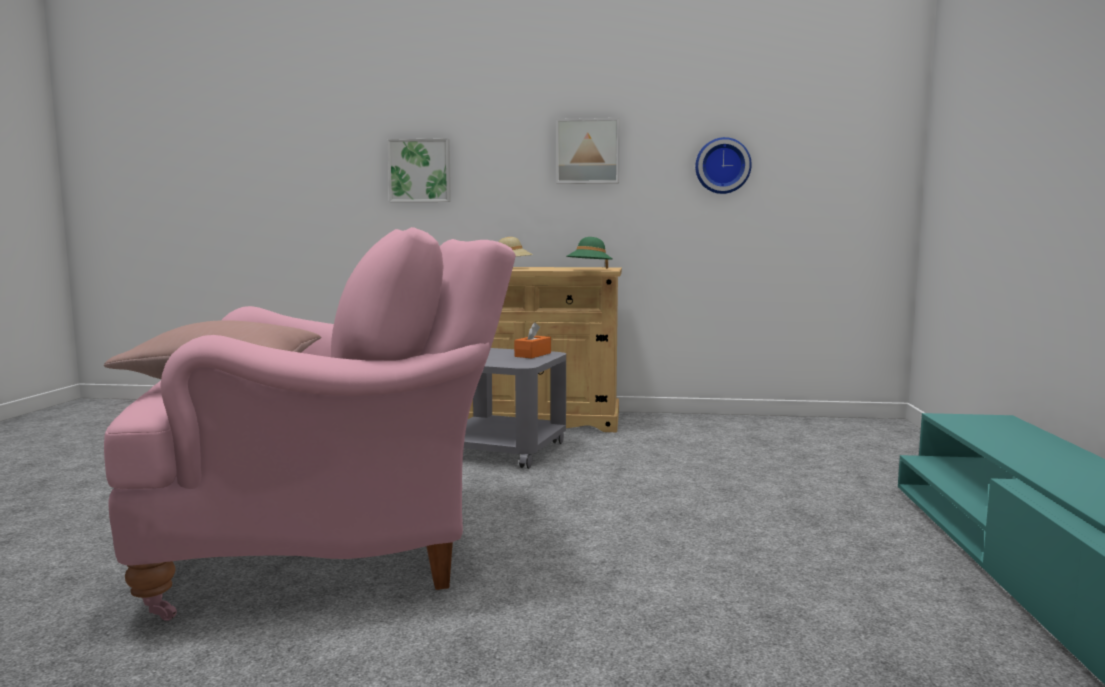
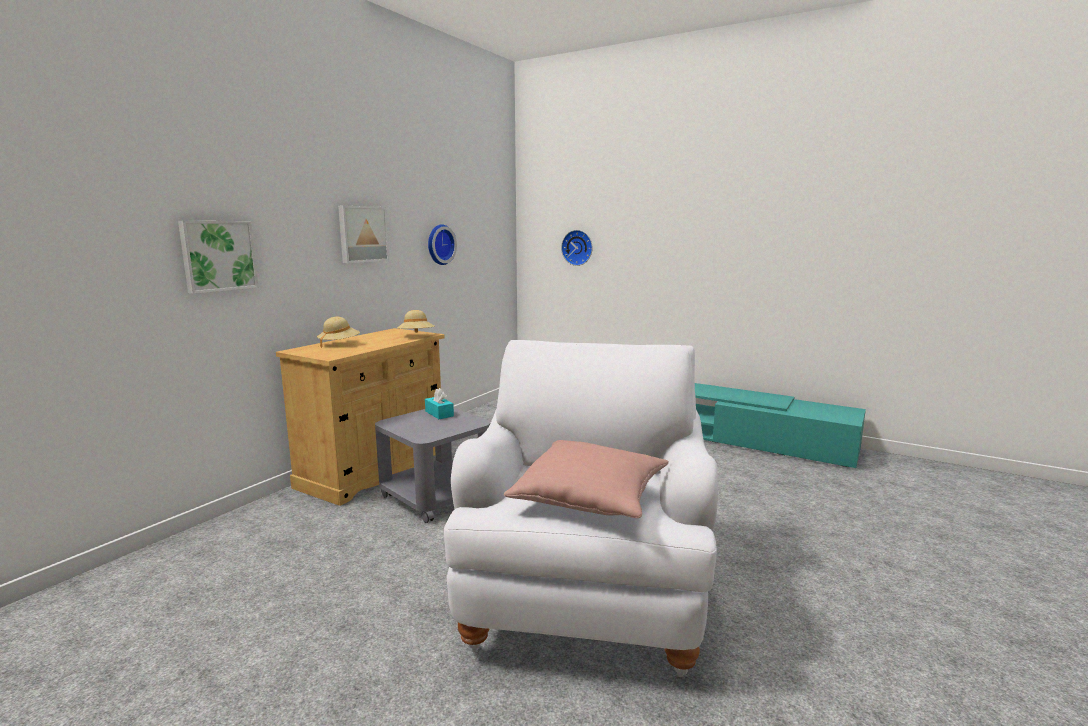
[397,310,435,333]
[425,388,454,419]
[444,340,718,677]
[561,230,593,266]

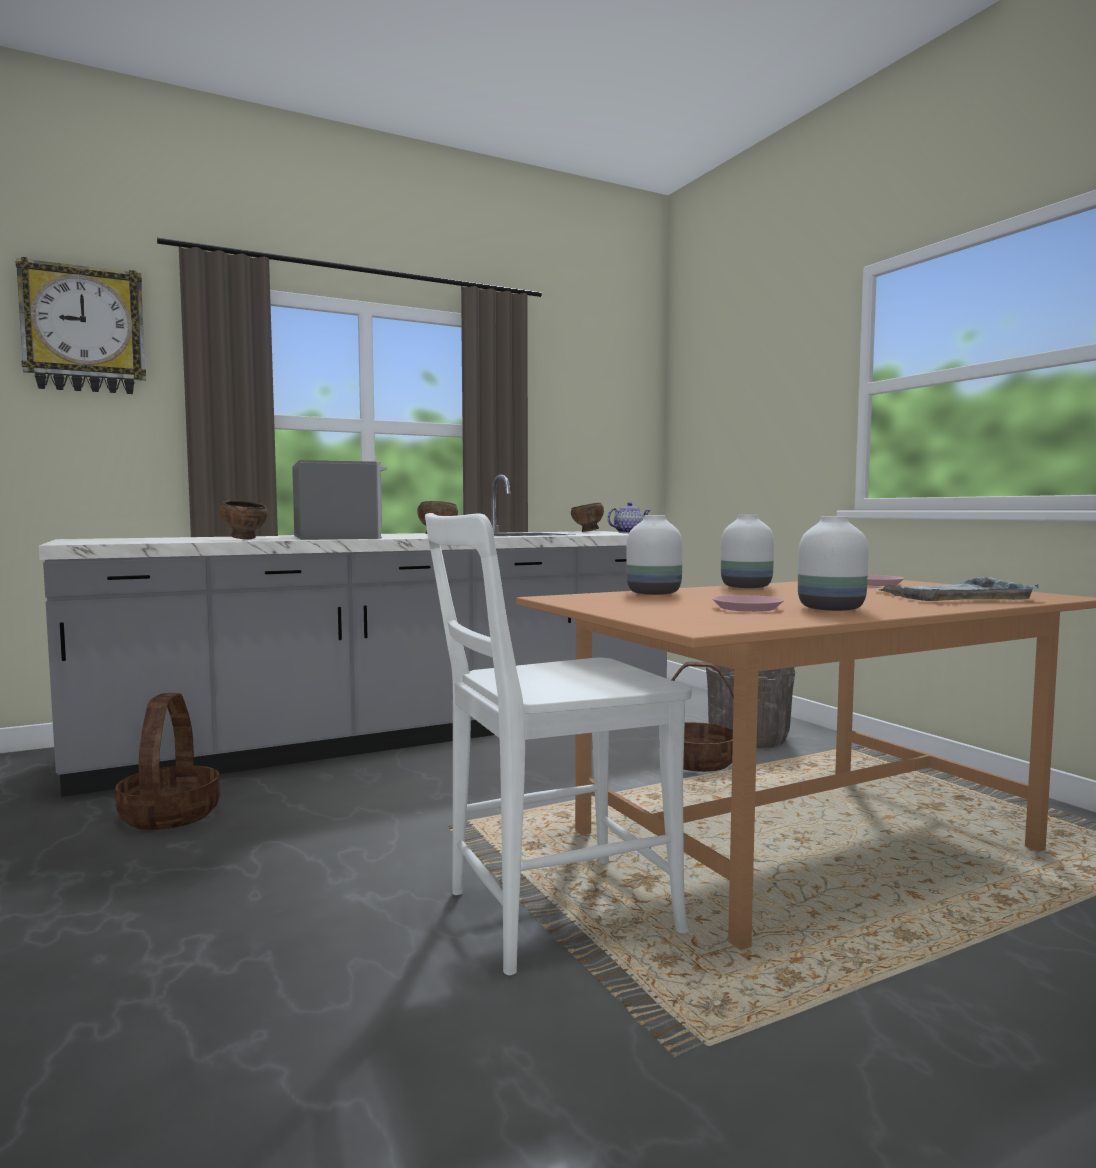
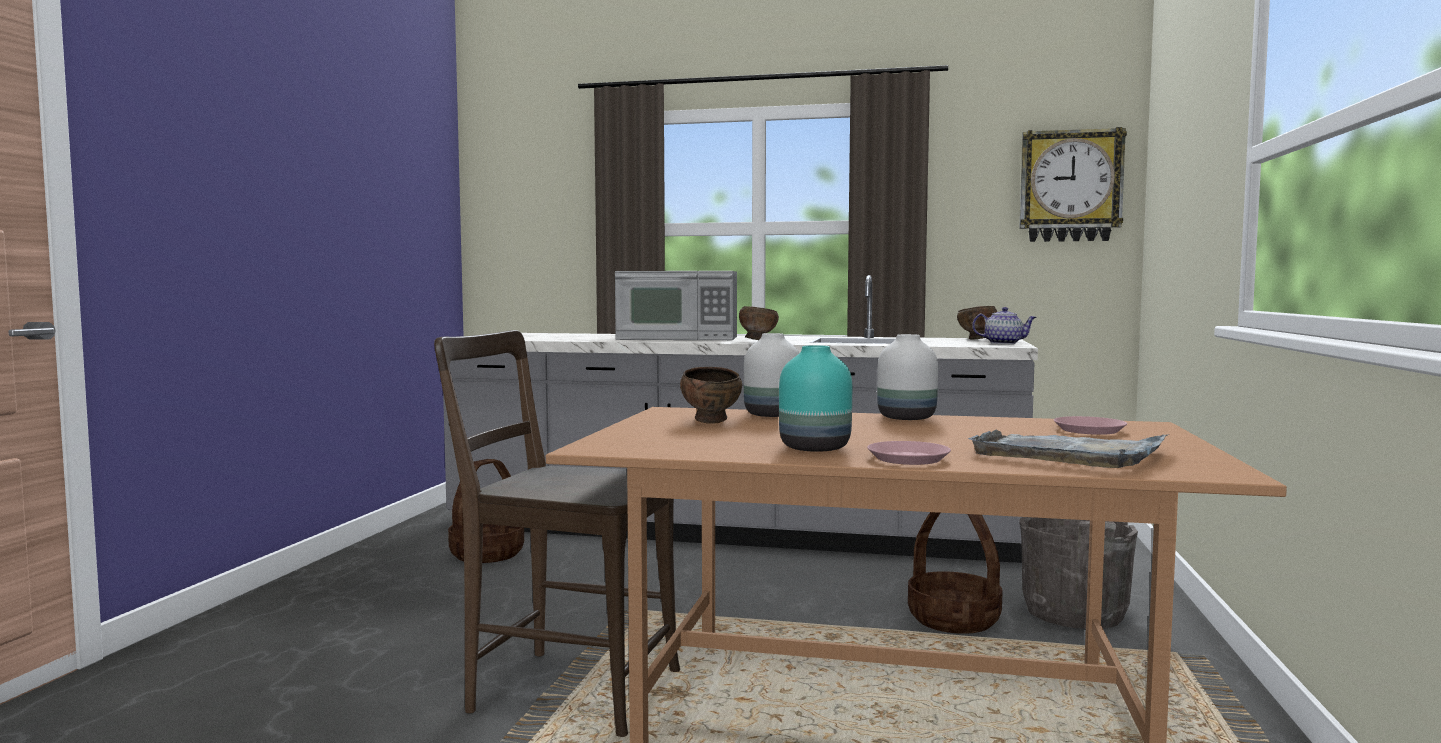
[434,330,680,737]
[615,271,737,340]
[680,367,742,424]
[779,345,852,452]
[867,441,951,465]
[1019,127,1127,242]

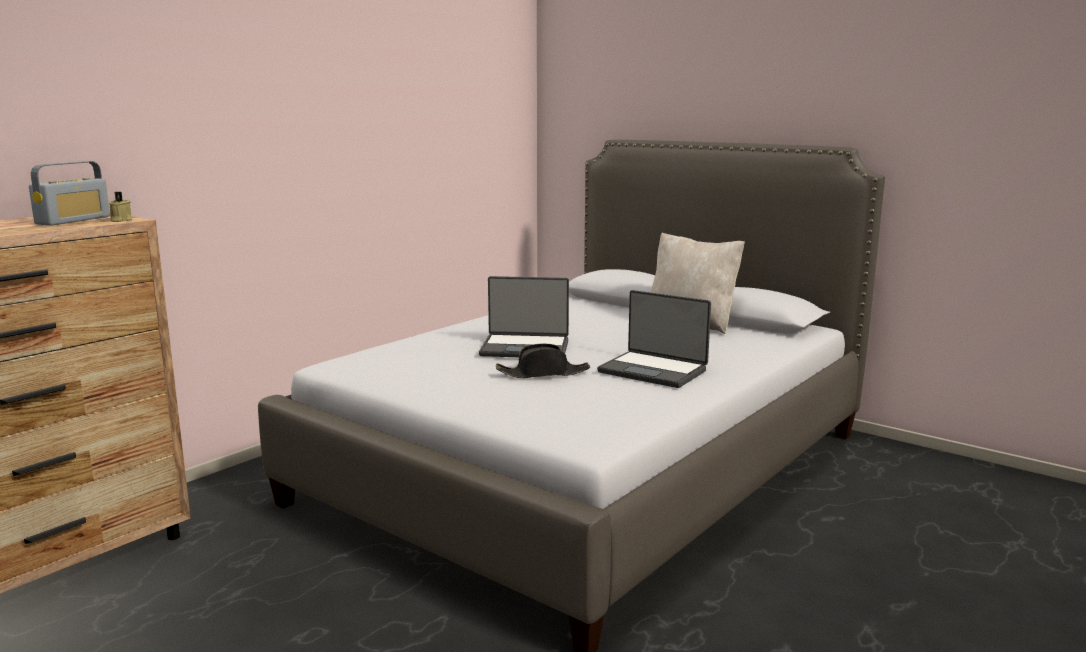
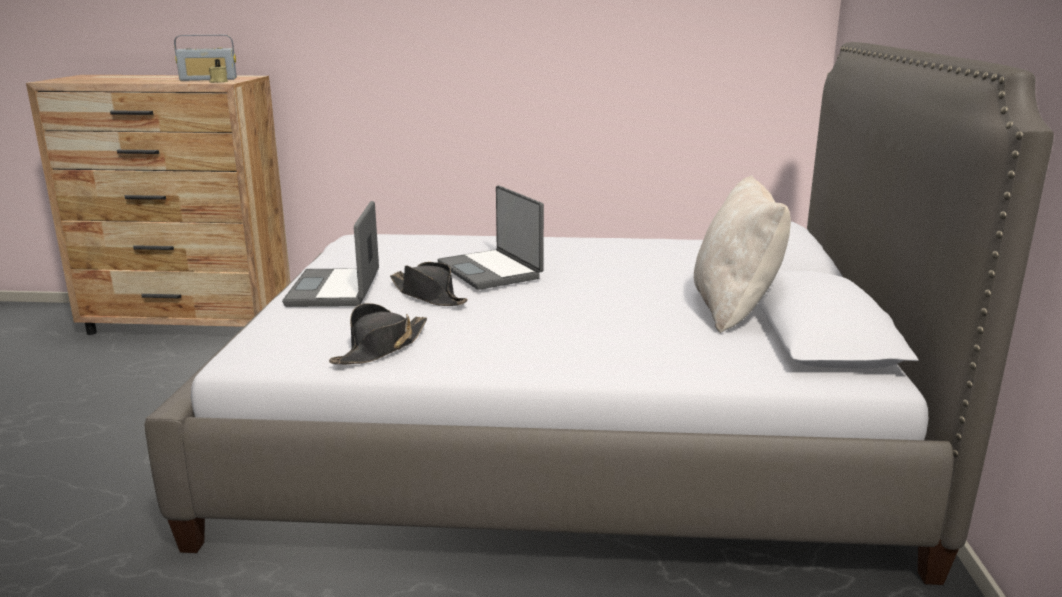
[282,201,379,307]
[329,303,427,364]

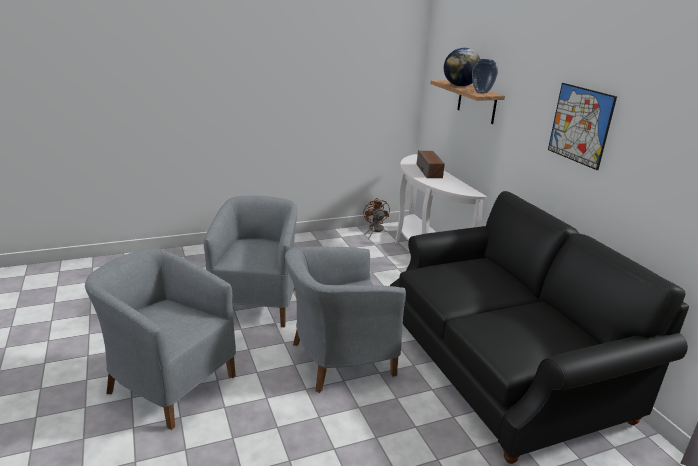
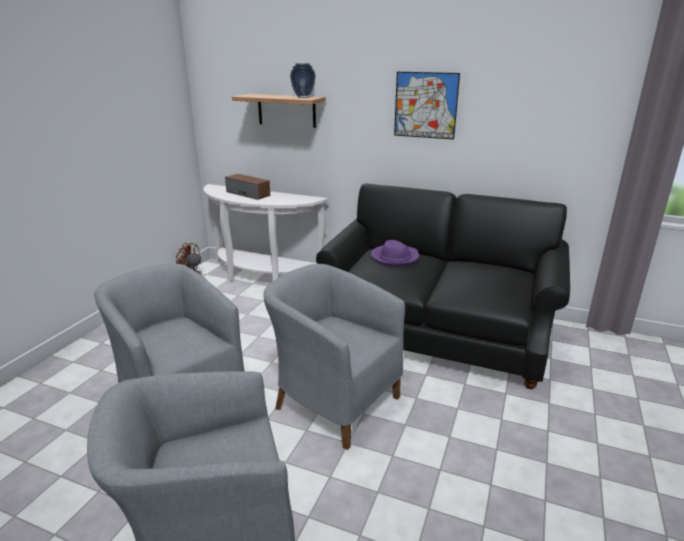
[263,264,405,450]
[371,240,419,267]
[444,48,480,87] (first image)

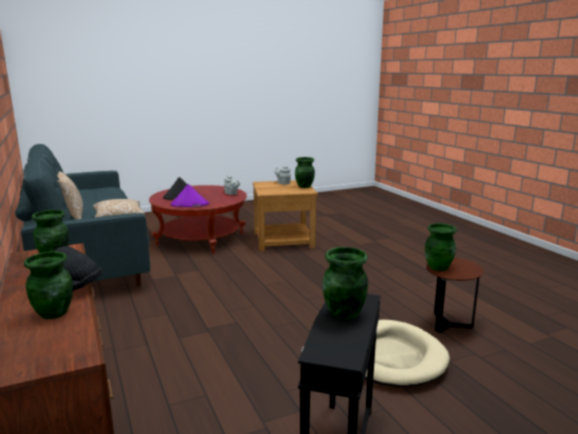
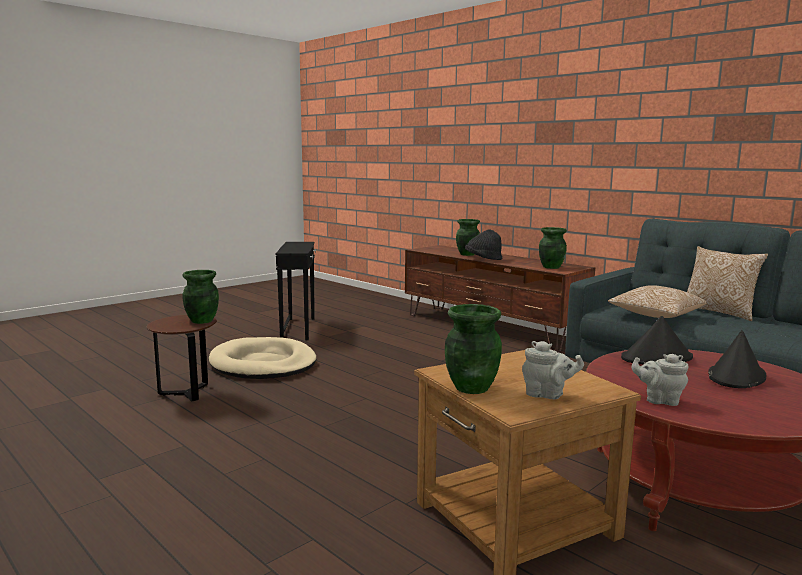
[621,316,693,364]
[322,247,368,320] (first image)

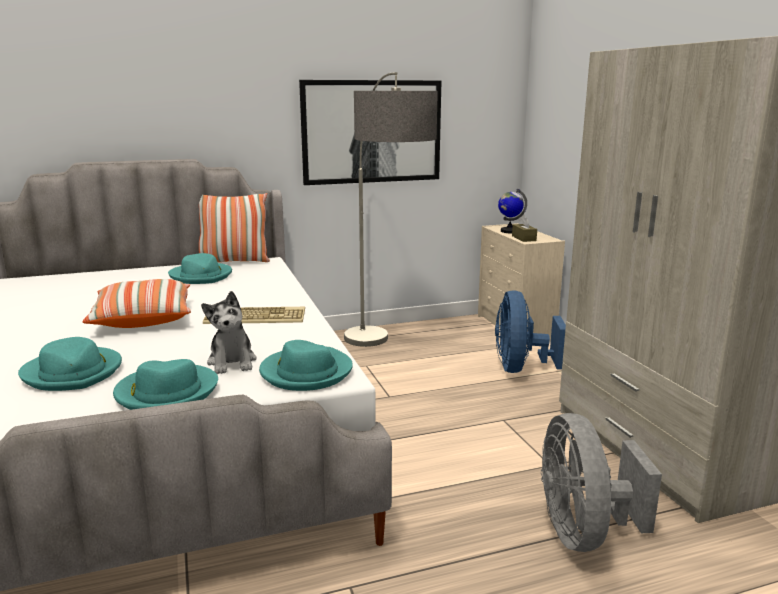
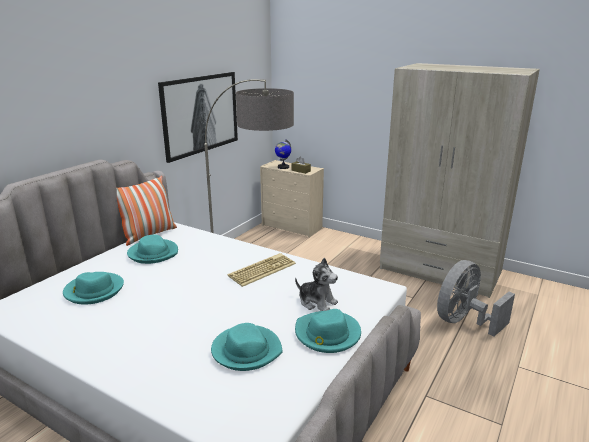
[63,272,124,305]
[437,260,515,337]
[82,279,191,328] (first image)
[495,290,566,373] (first image)

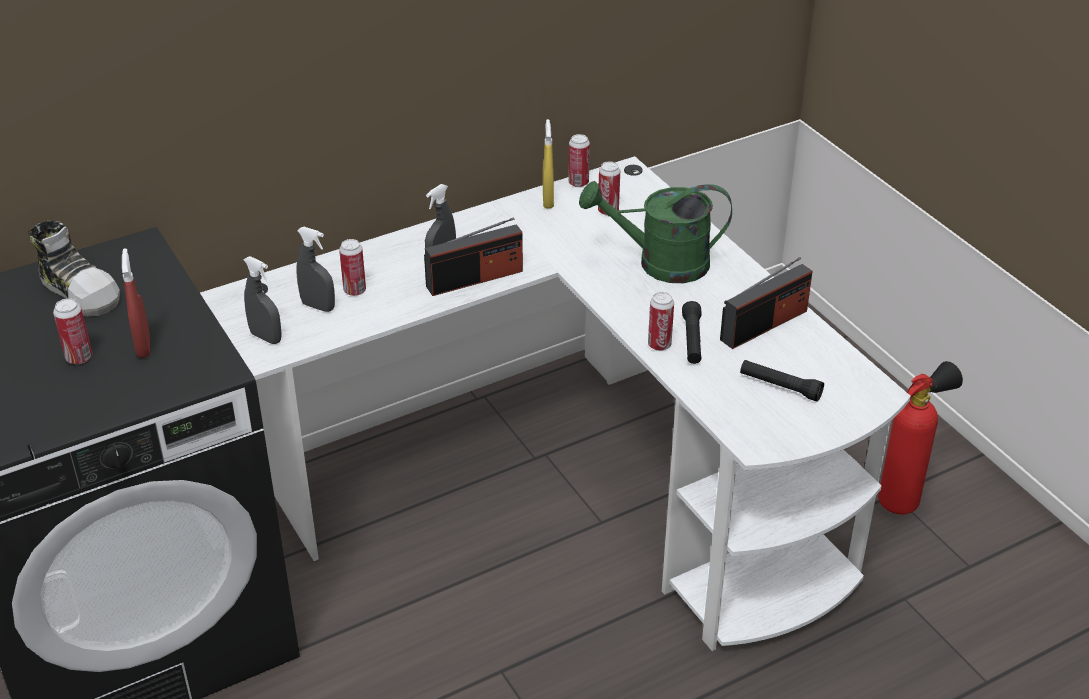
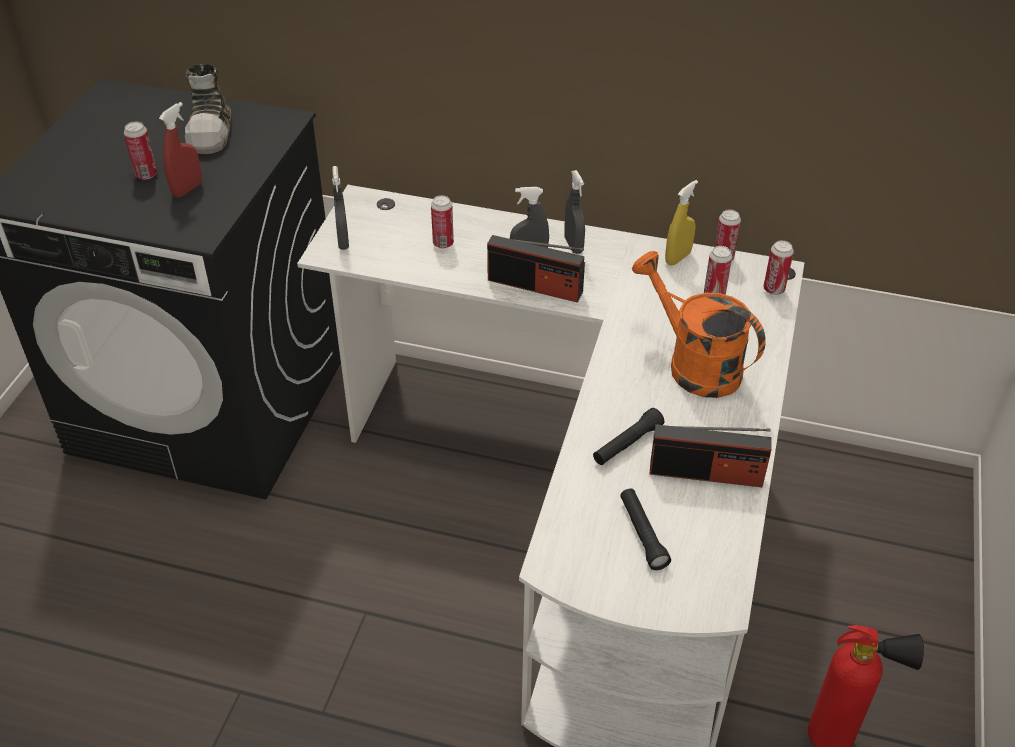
[564,170,585,254]
[632,251,765,398]
[763,240,794,295]

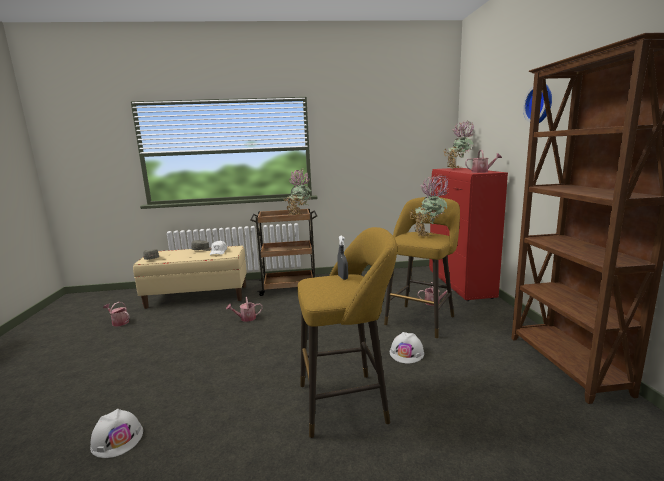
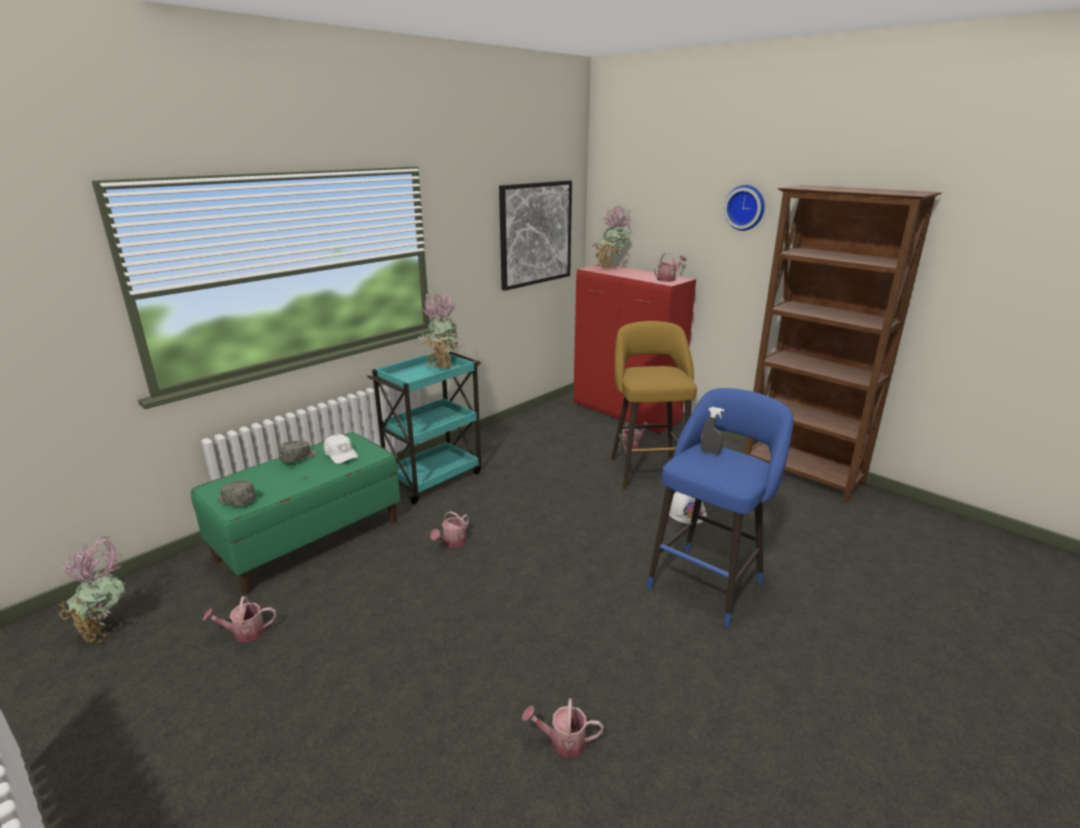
[57,537,126,643]
[191,432,400,594]
[367,351,481,504]
[499,180,572,291]
[522,698,604,758]
[647,388,793,628]

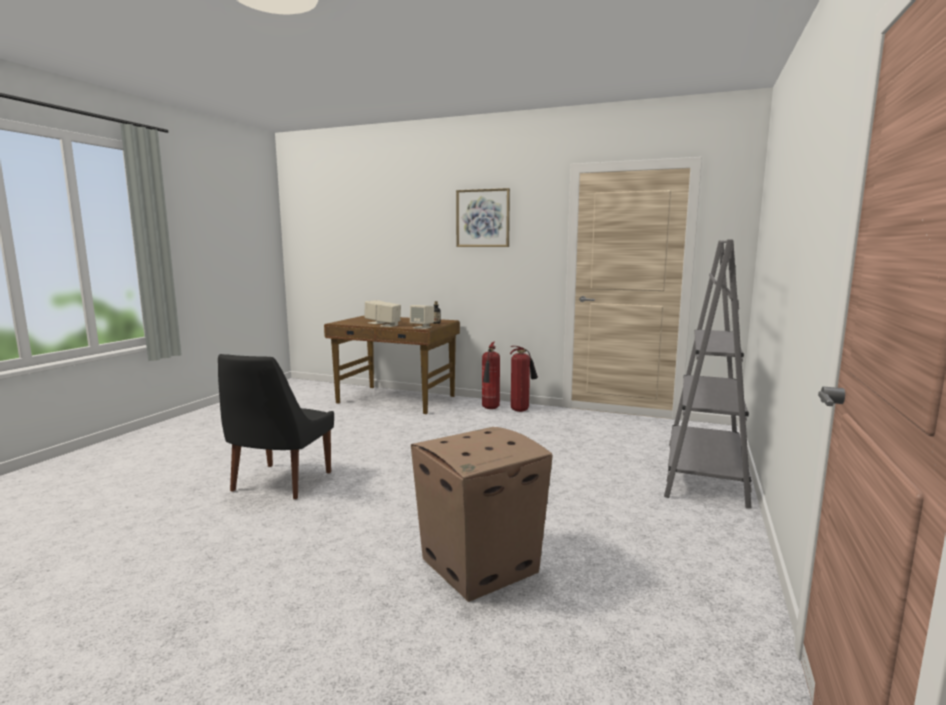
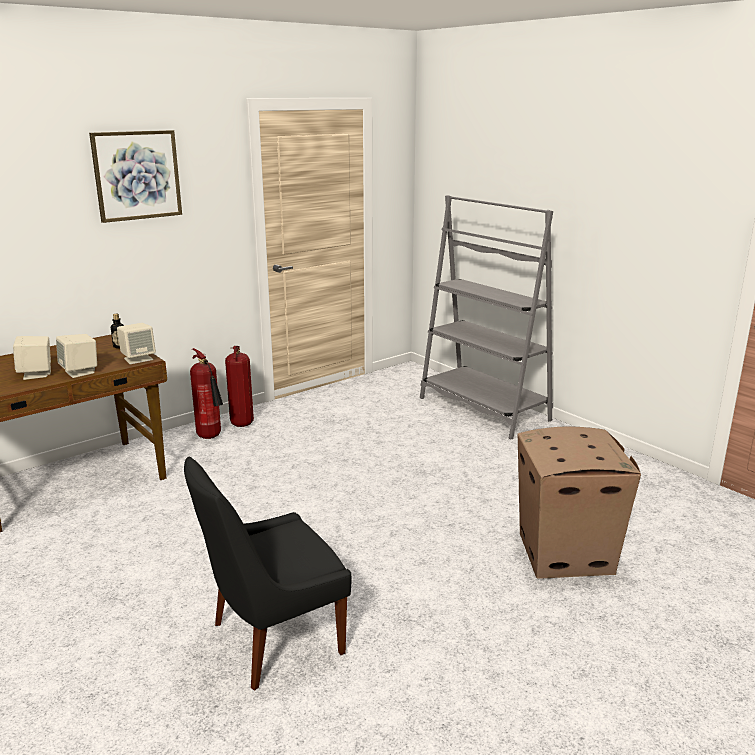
[184,457,351,691]

